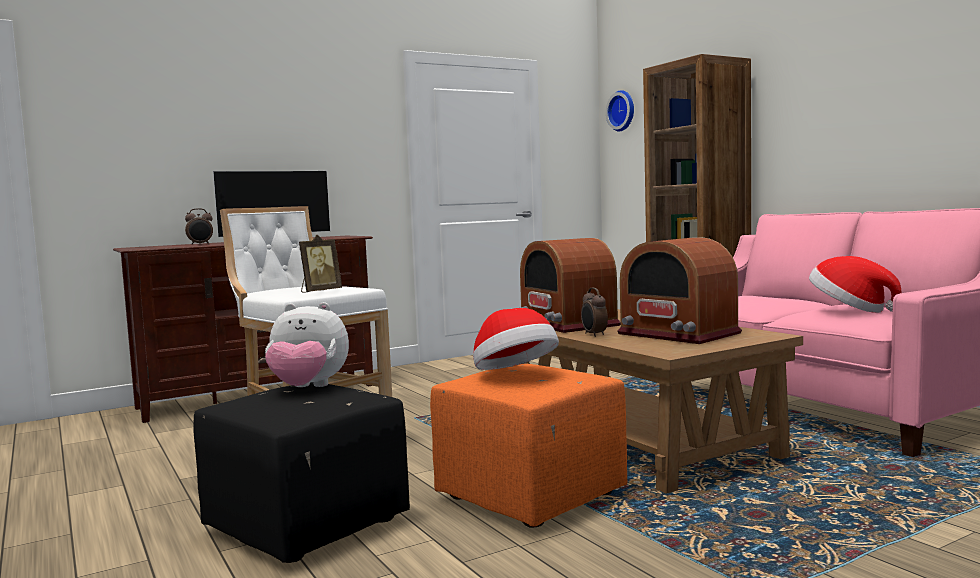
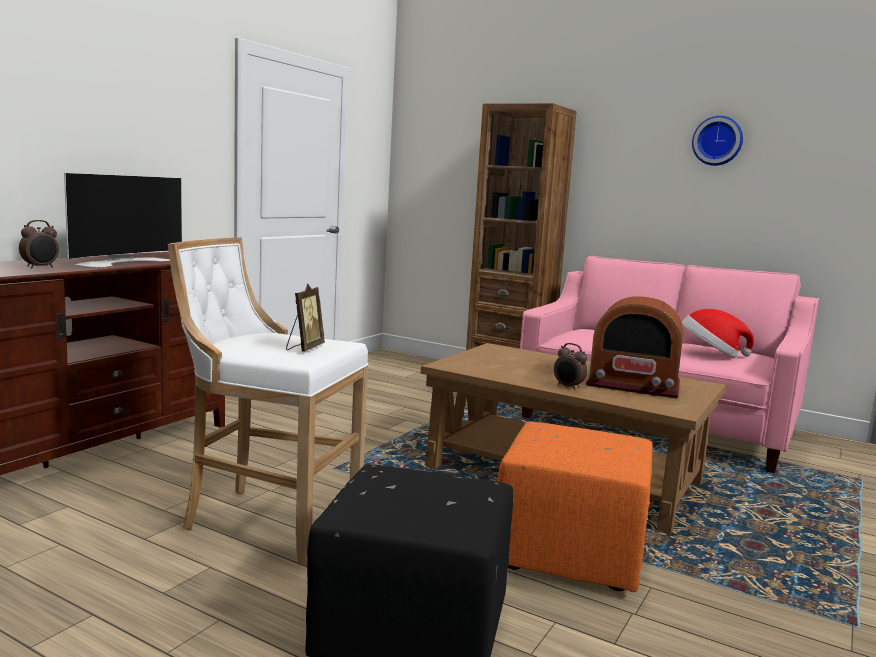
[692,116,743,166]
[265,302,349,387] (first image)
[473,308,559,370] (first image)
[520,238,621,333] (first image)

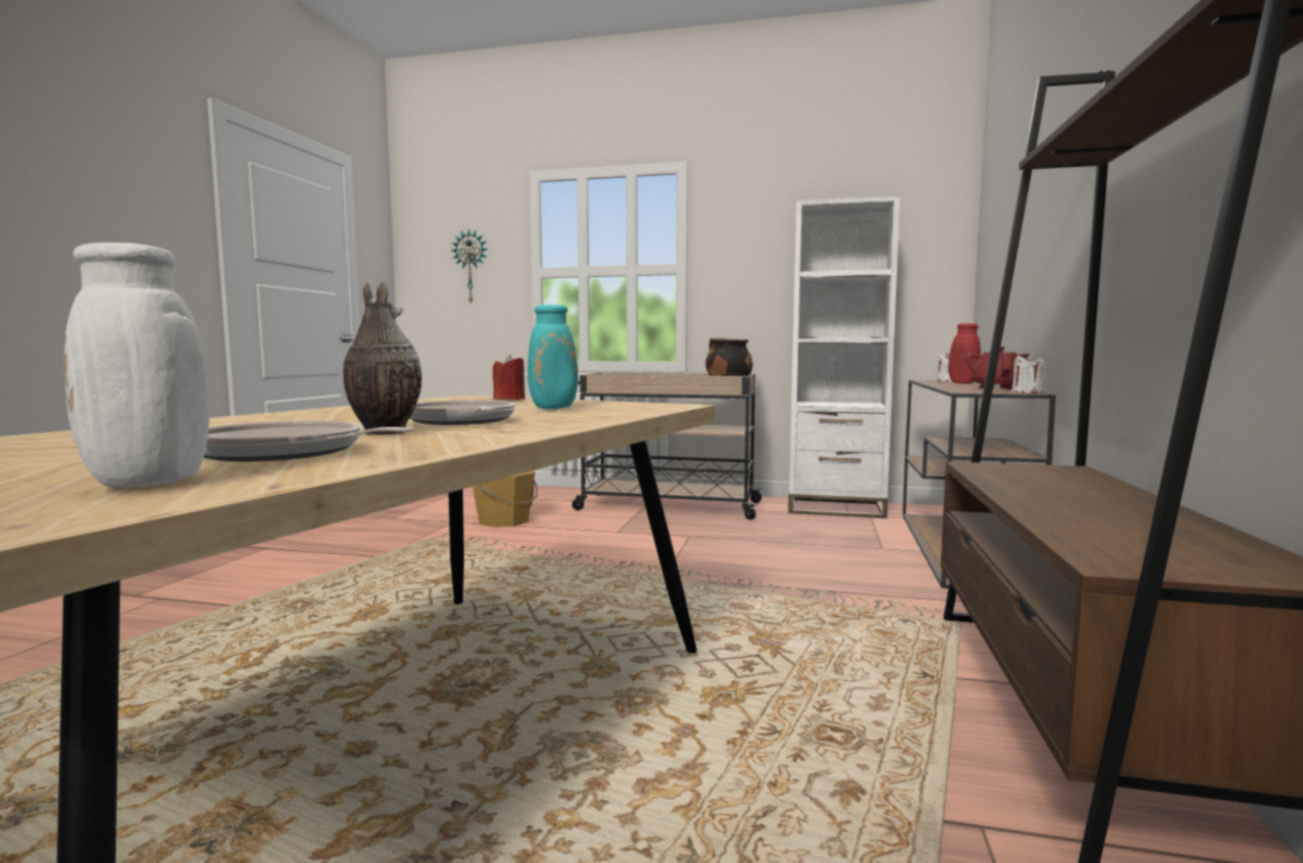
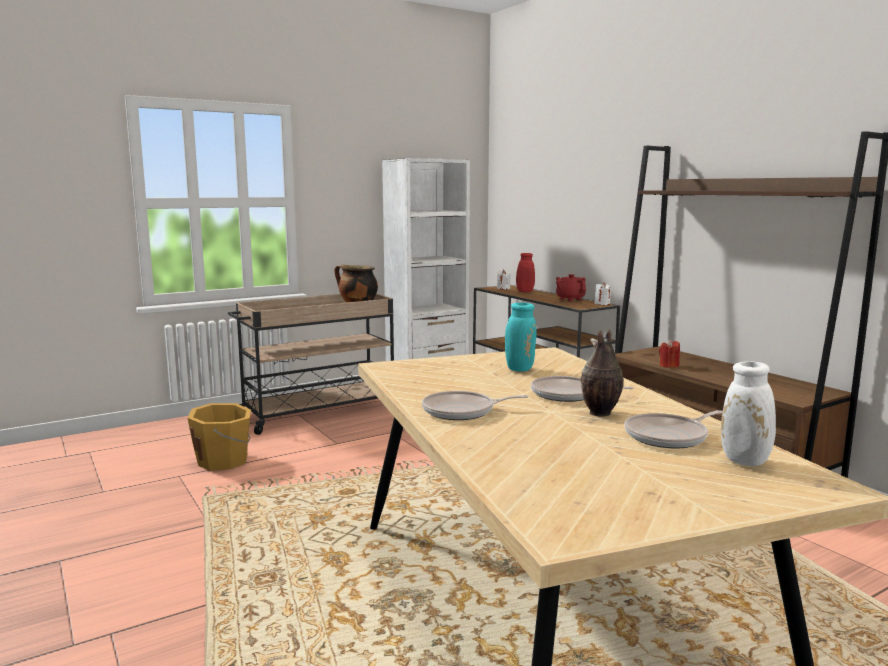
[422,391,529,420]
[659,340,680,368]
[451,229,488,303] (first image)

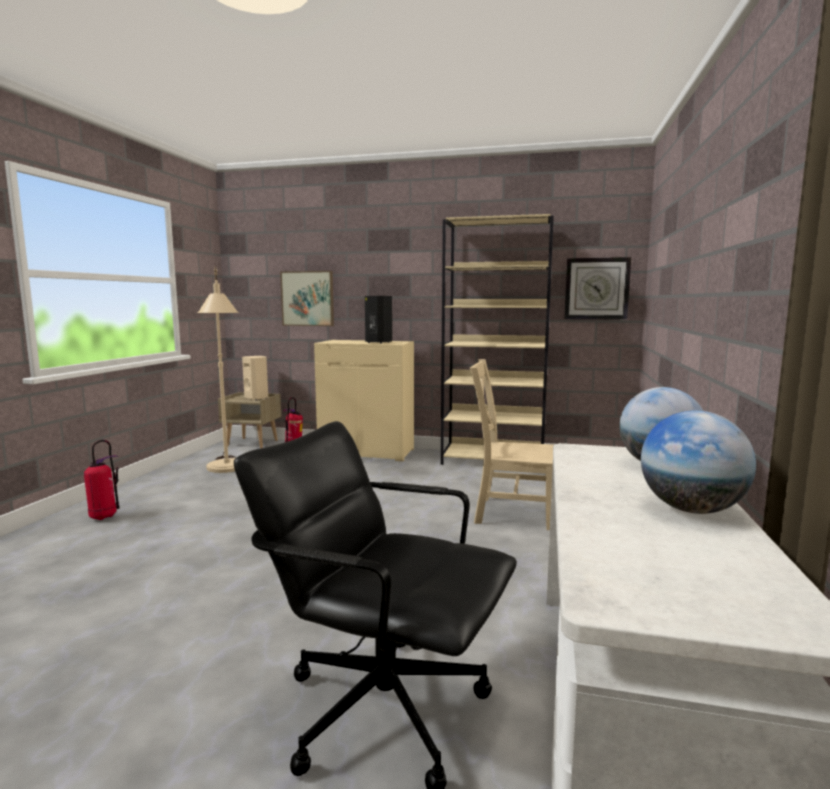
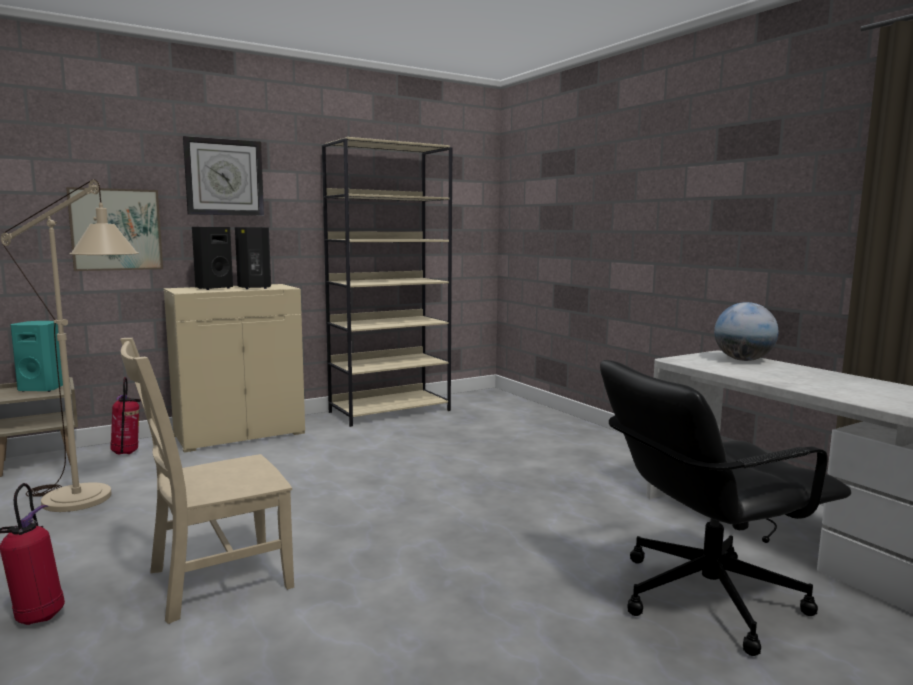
[10,321,63,392]
[120,338,294,624]
[183,136,264,216]
[192,227,233,290]
[641,411,756,514] (first image)

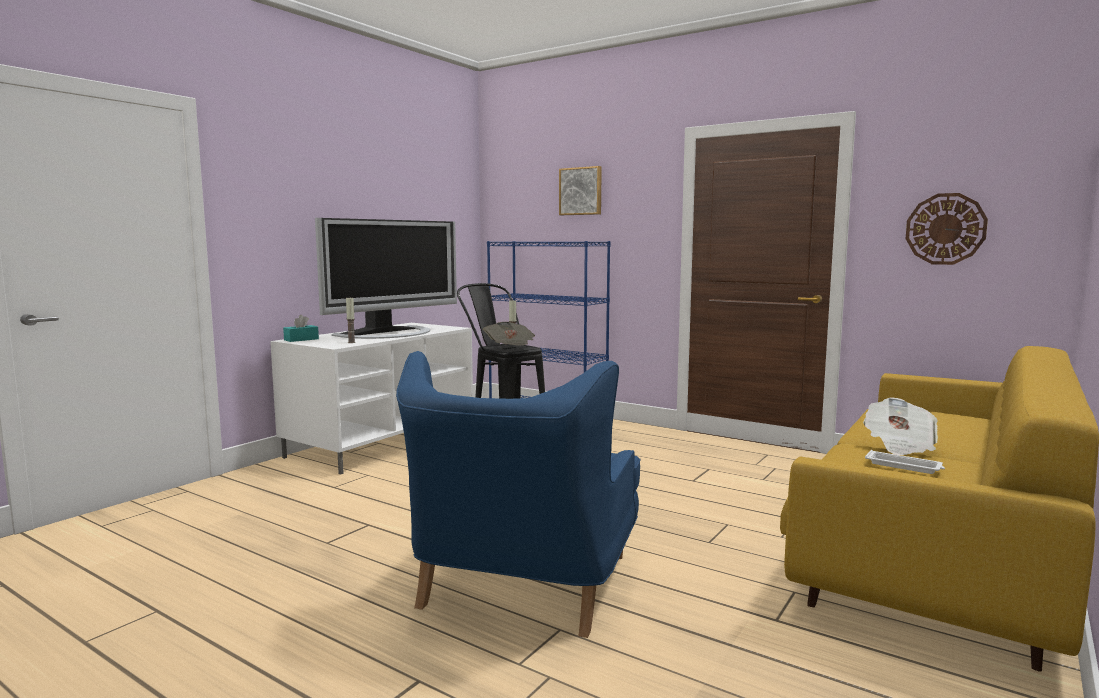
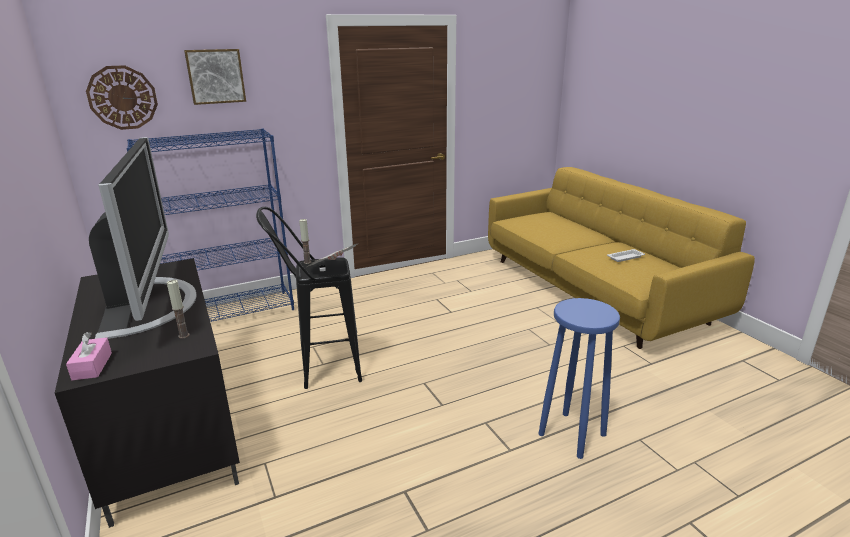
[55,258,240,528]
[66,332,112,380]
[86,65,158,130]
[539,298,620,459]
[863,397,938,455] (first image)

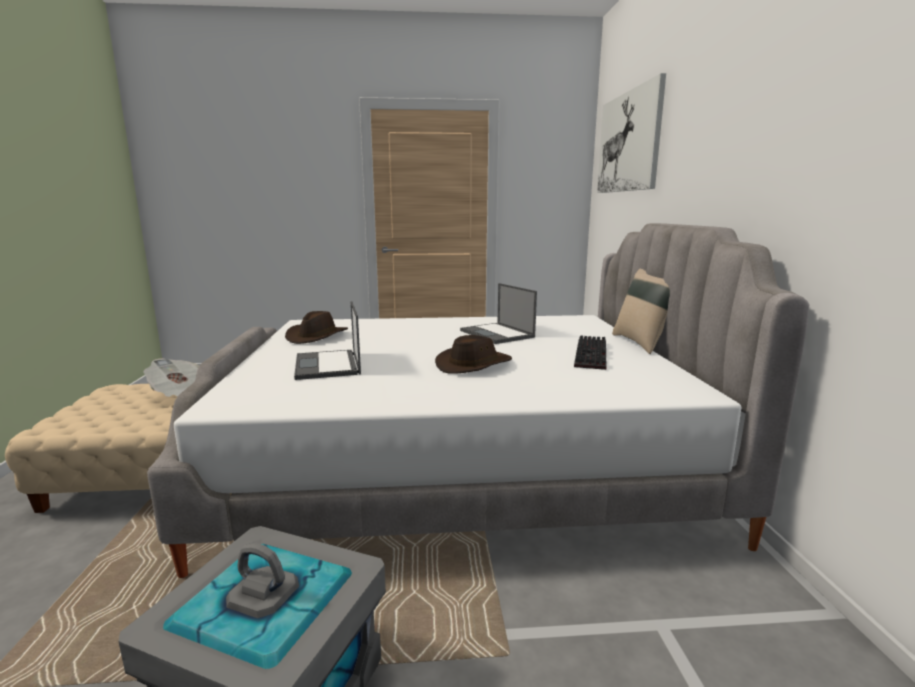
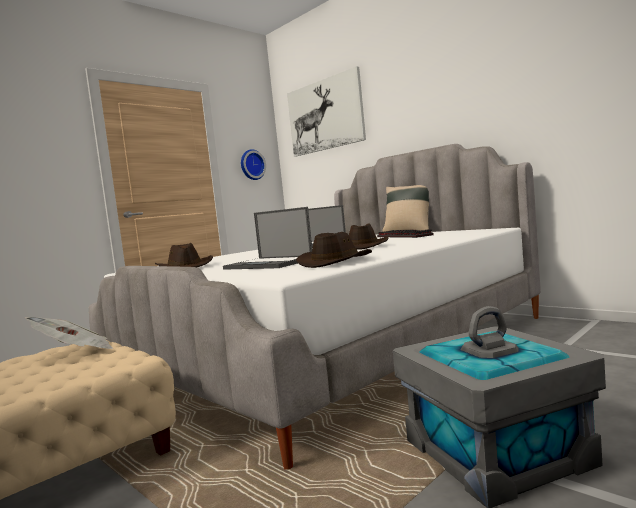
[241,149,266,180]
[296,232,372,268]

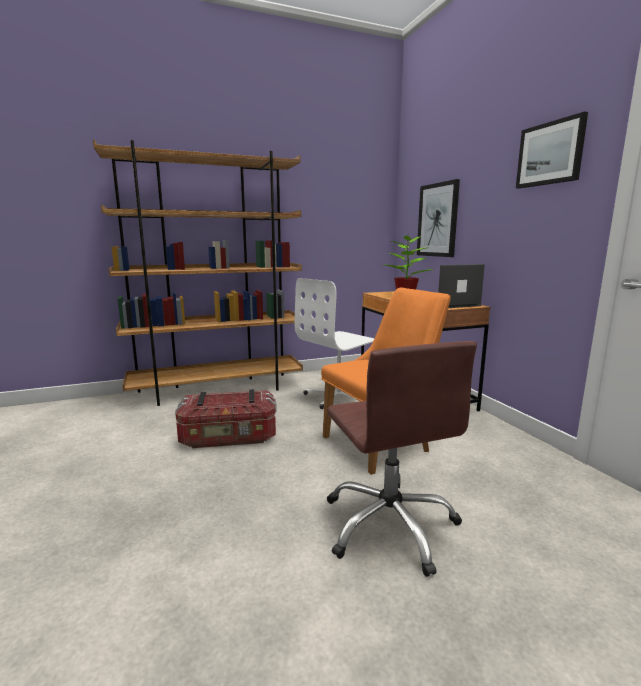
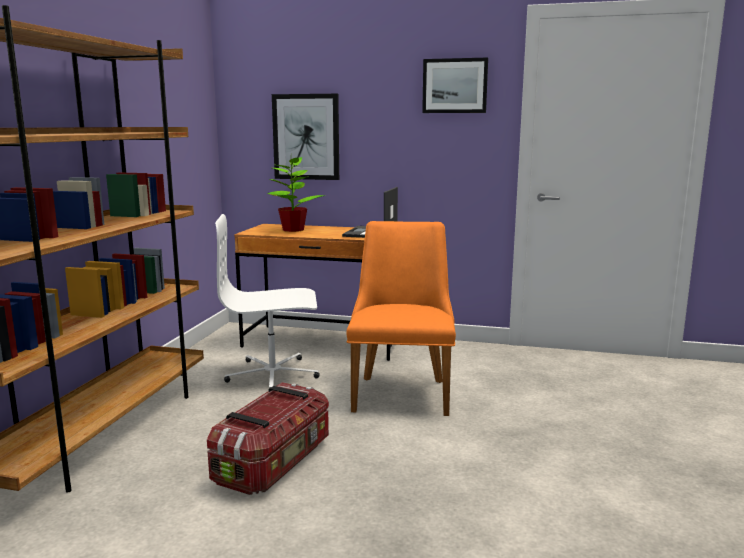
[215,214,320,388]
[327,341,477,577] (first image)

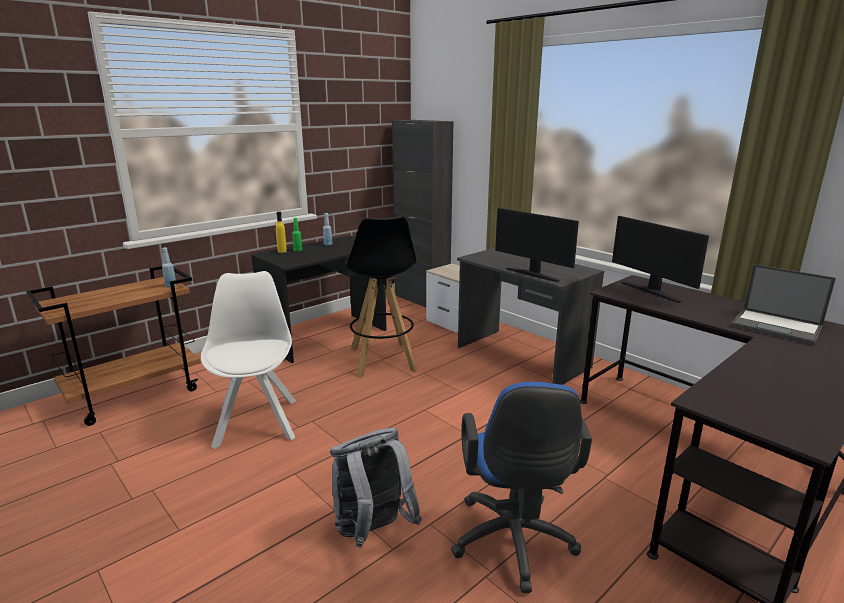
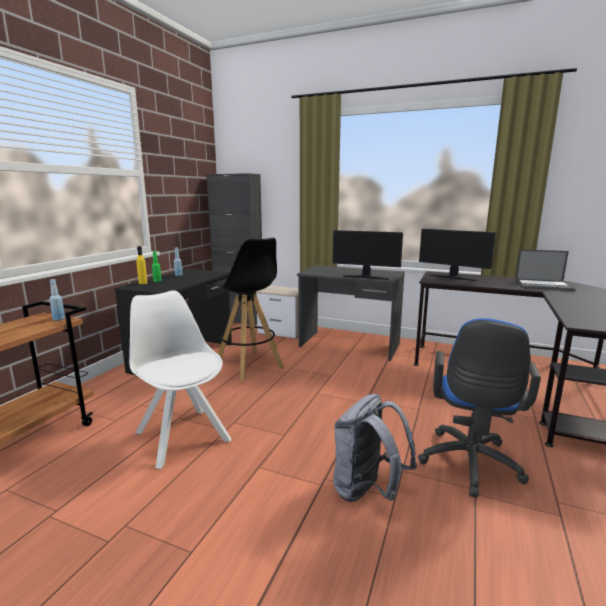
[418,318,541,498]

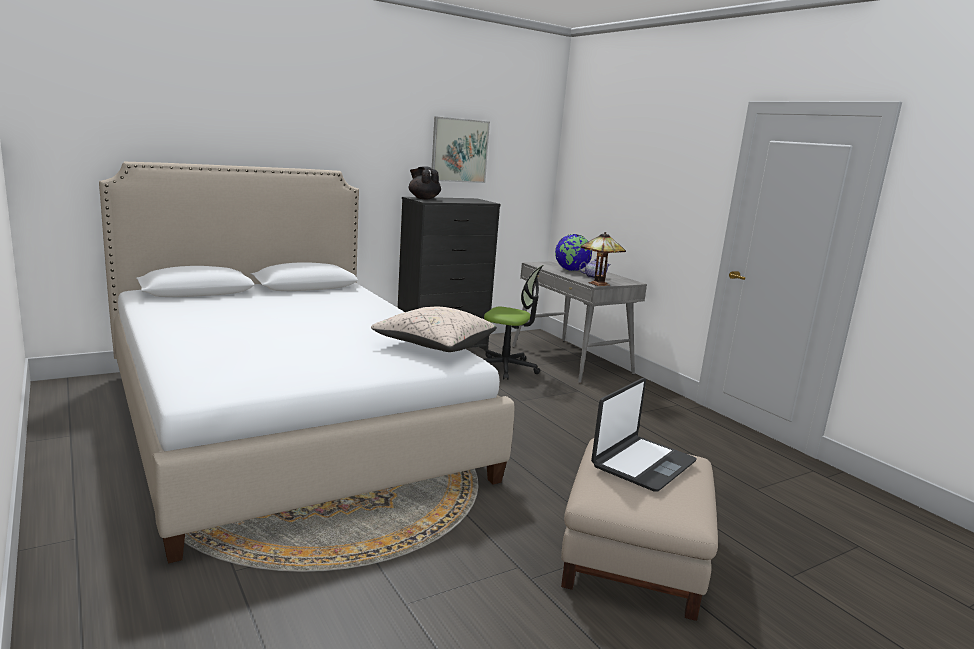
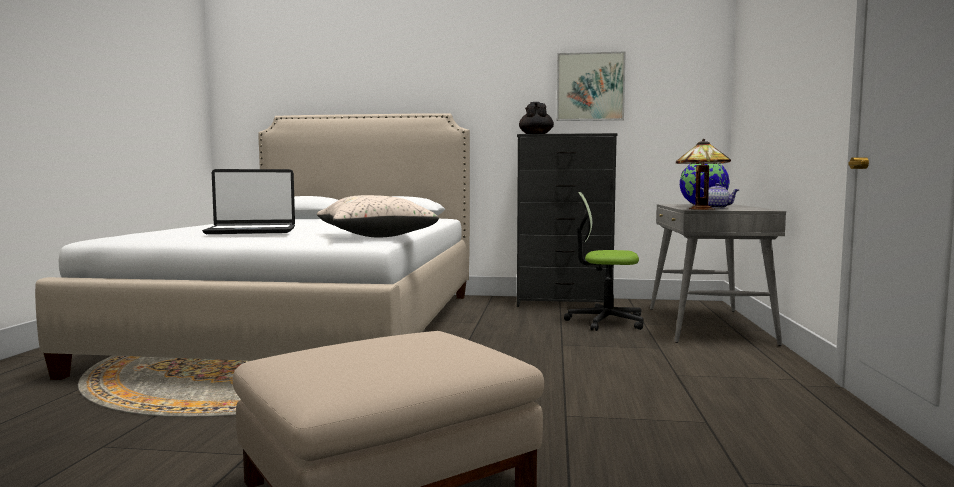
[202,169,295,234]
[564,192,644,331]

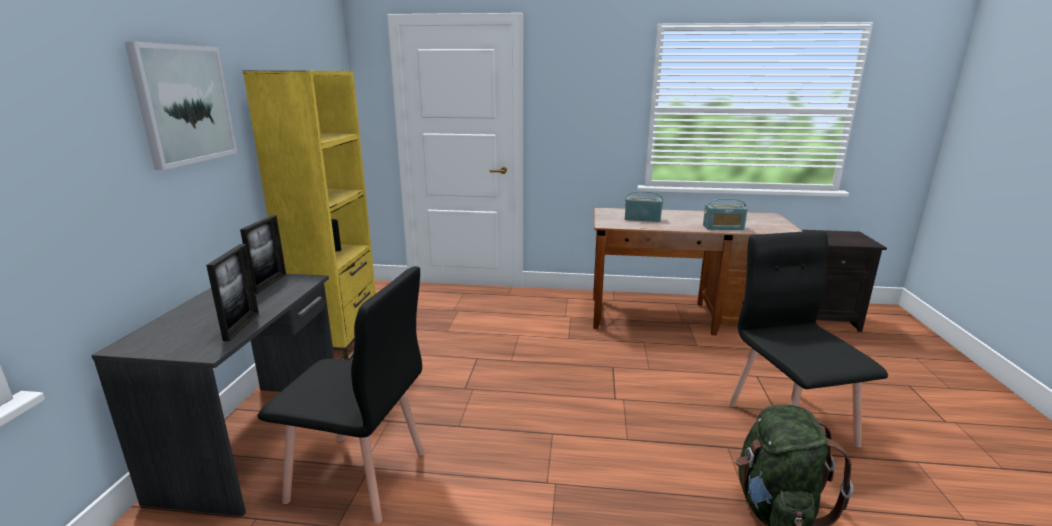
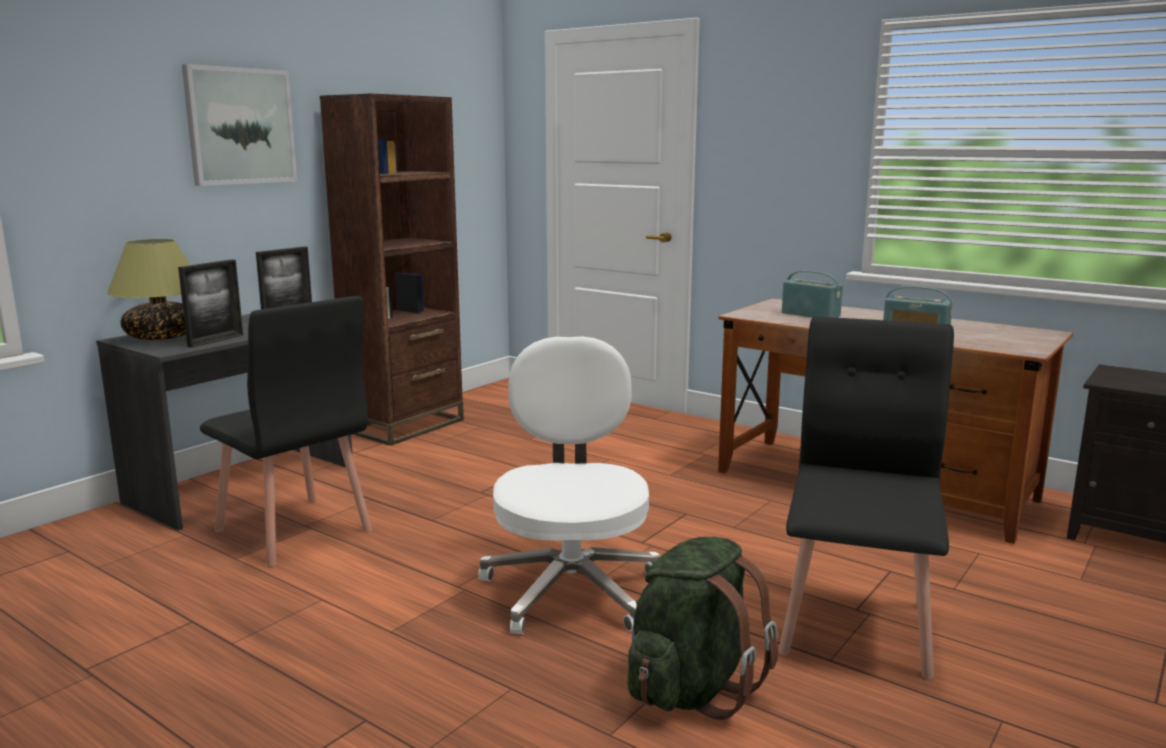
[107,239,190,340]
[320,93,464,446]
[478,337,660,634]

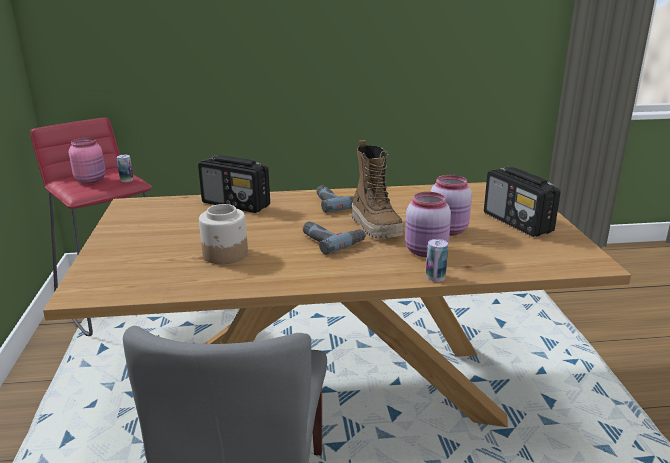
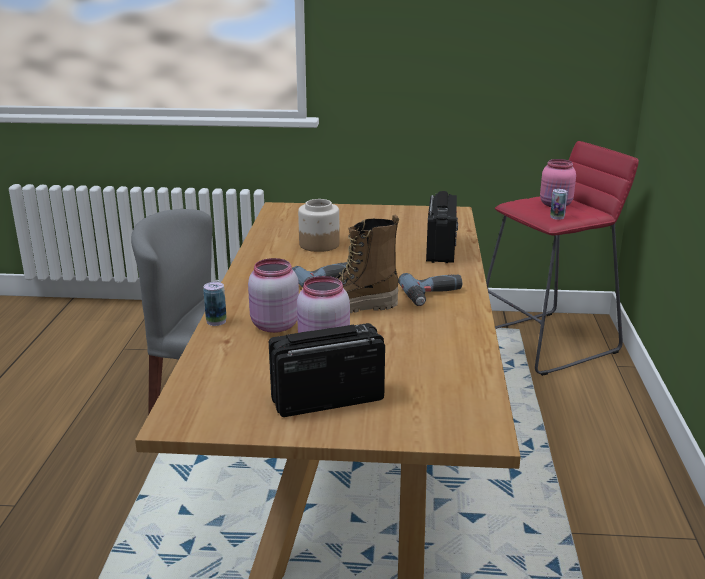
[426,191,458,263]

